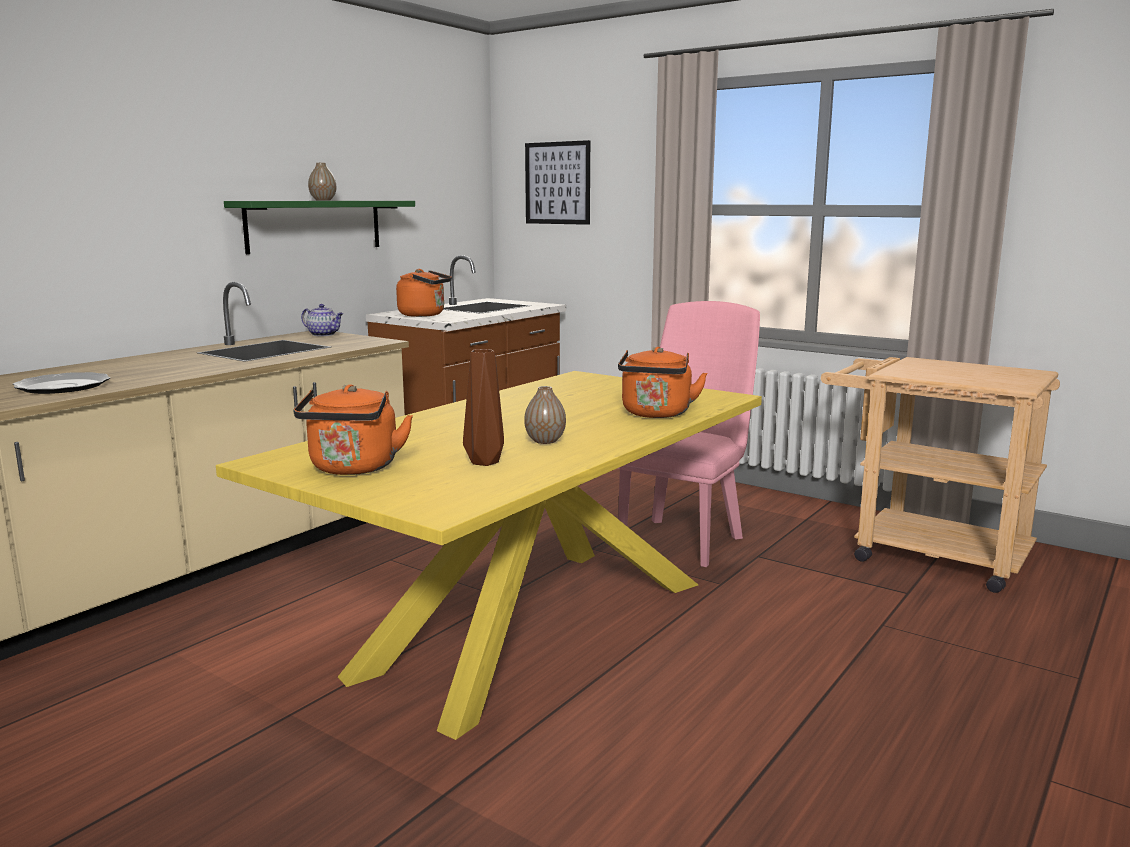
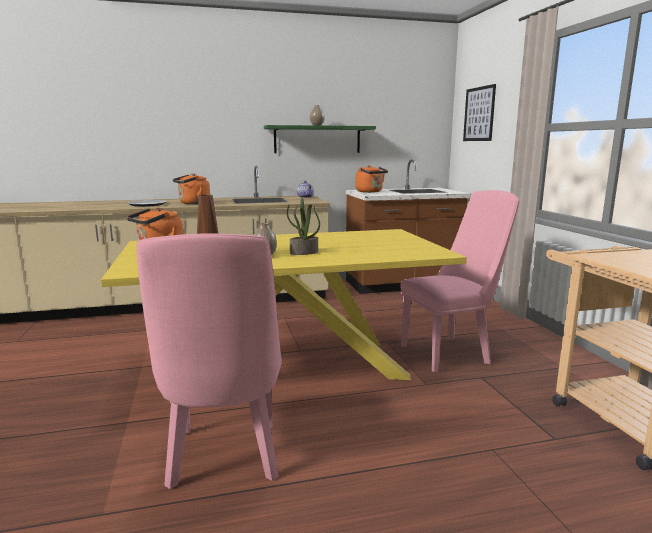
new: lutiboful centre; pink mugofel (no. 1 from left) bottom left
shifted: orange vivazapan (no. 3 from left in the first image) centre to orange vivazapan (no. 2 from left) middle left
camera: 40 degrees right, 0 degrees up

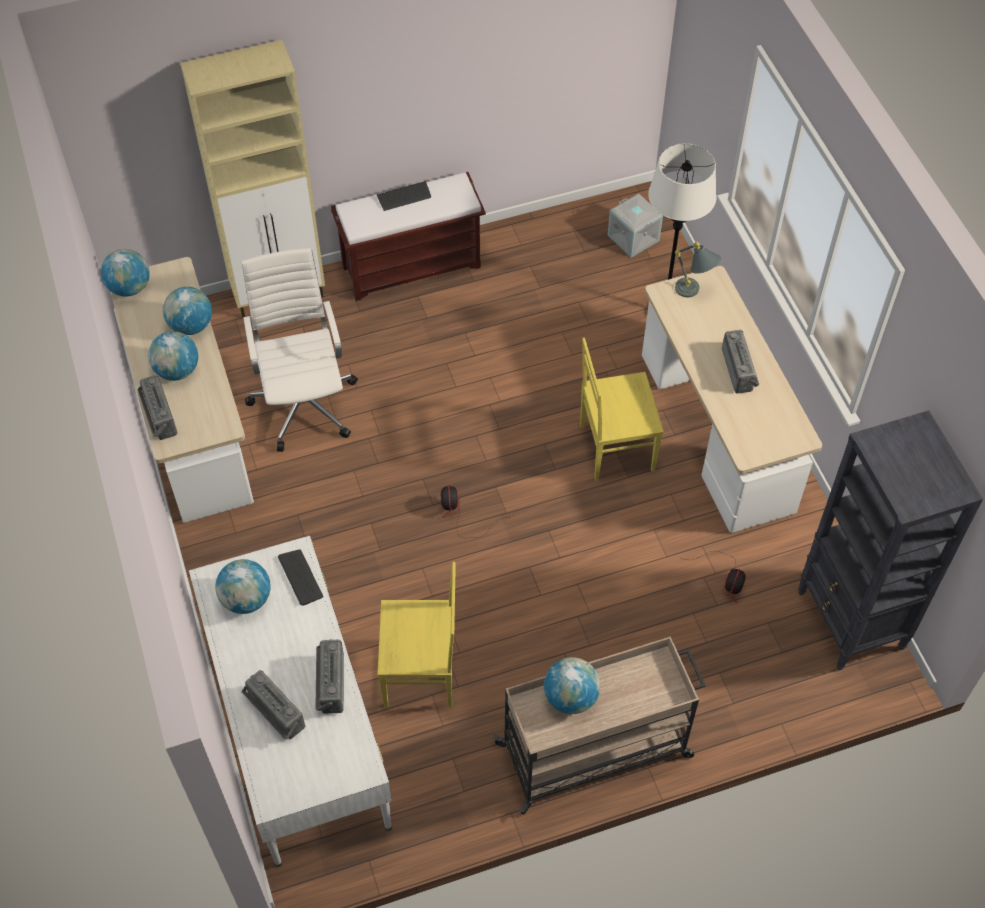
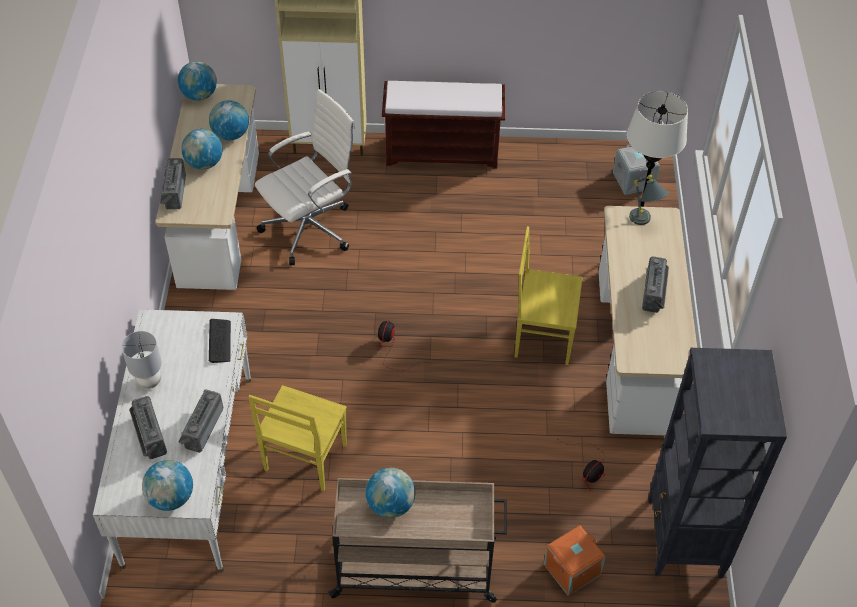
gone: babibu (no. 2 from left) top centre
new: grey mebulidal (no. 1 from left) middle left; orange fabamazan bottom right
shifted: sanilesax (no. 4 from left in the first image) middle left to sanilesax (no. 1 from left) bottom left
rotated: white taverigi middle left = top centre 45 degrees clockwise; yellow mugofel (no. 1 from left) bottom centre = bottom centre 90 degrees clockwise
camera: 20 degrees right, 5 degrees down

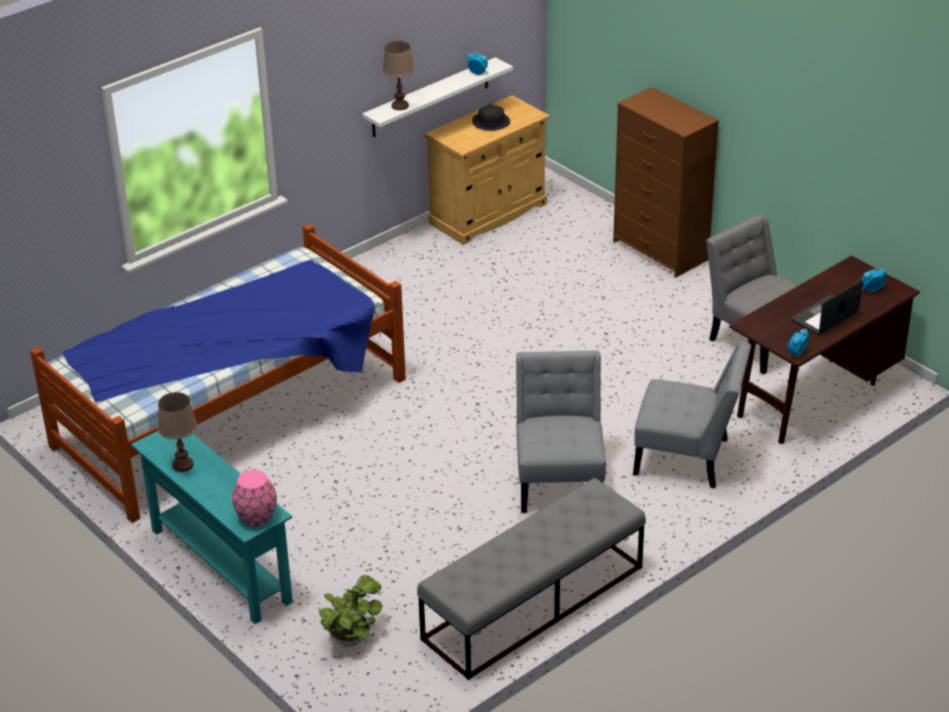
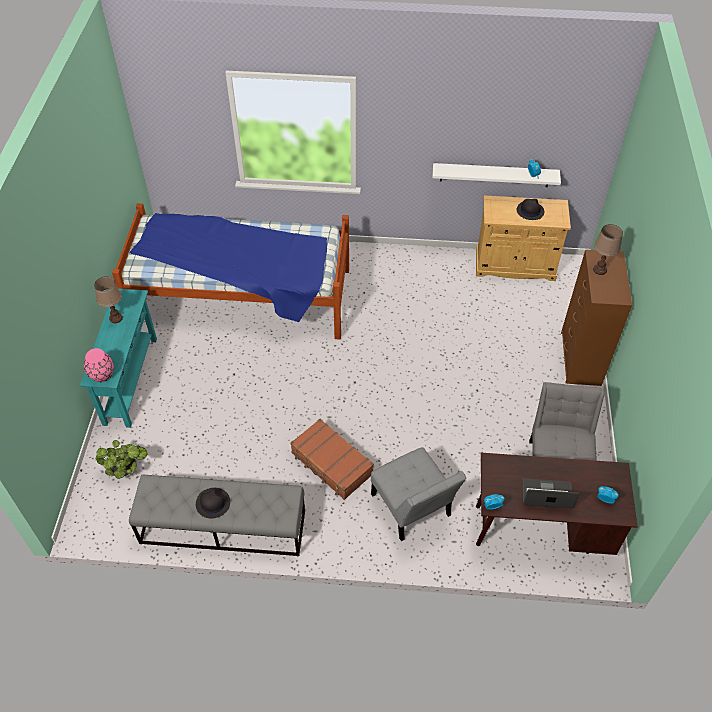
new: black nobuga (no. 1 from left) bottom left
shifted: brown mebulidal (no. 2 from left) top centre to middle right
swapped: grey mugofel (no. 1 from left) centre to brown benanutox centre
camera: 45 degrees right, 15 degrees up

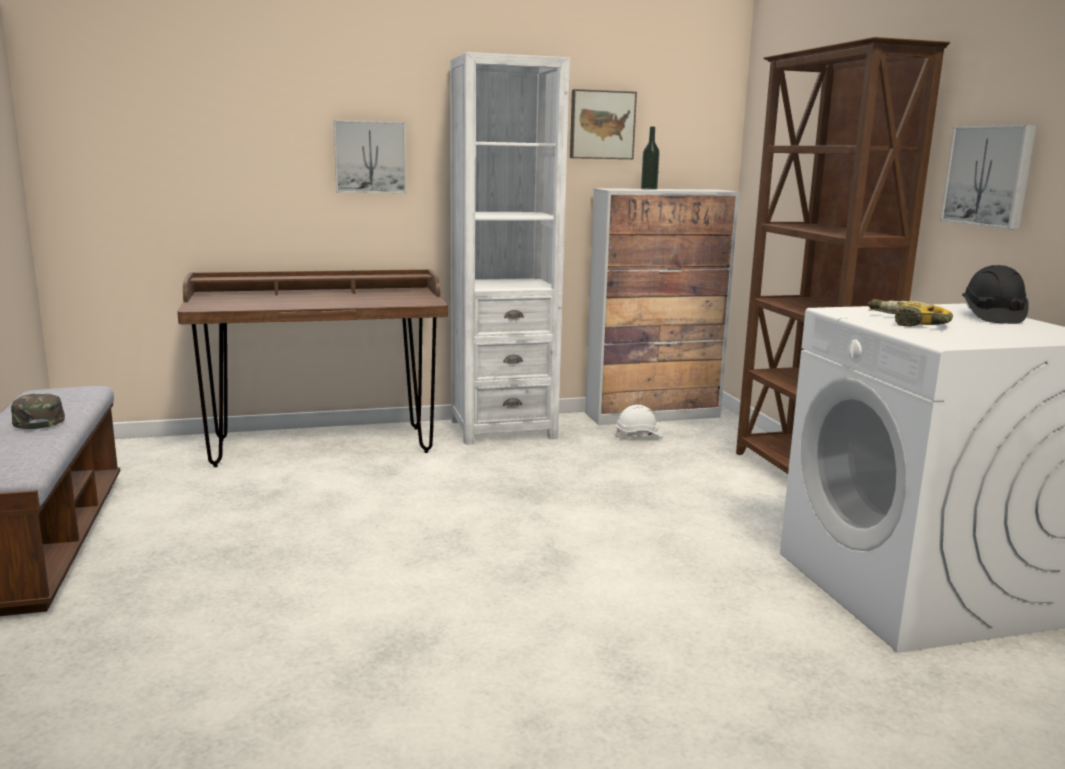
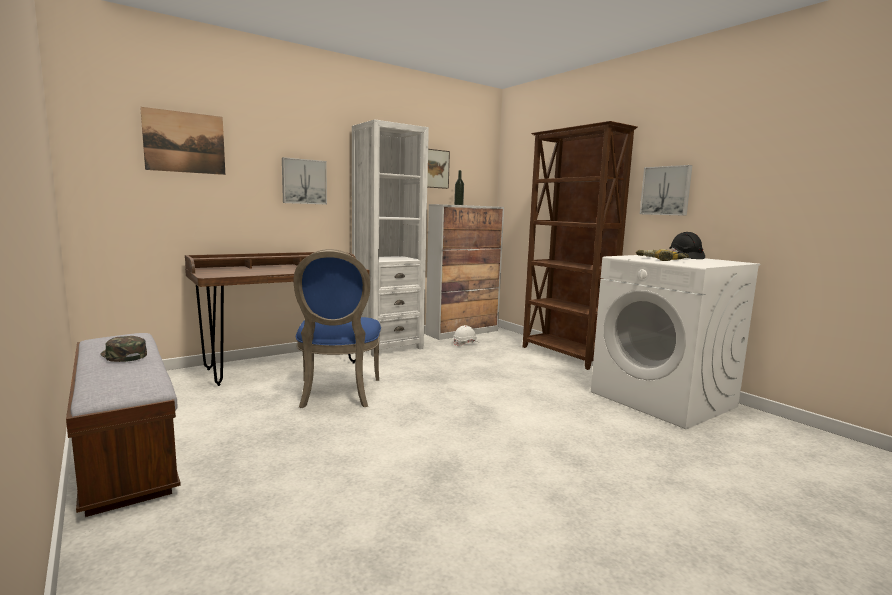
new: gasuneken (no. 1 from left) top left; blue mugofel centre
camera: 20 degrees left, 5 degrees down

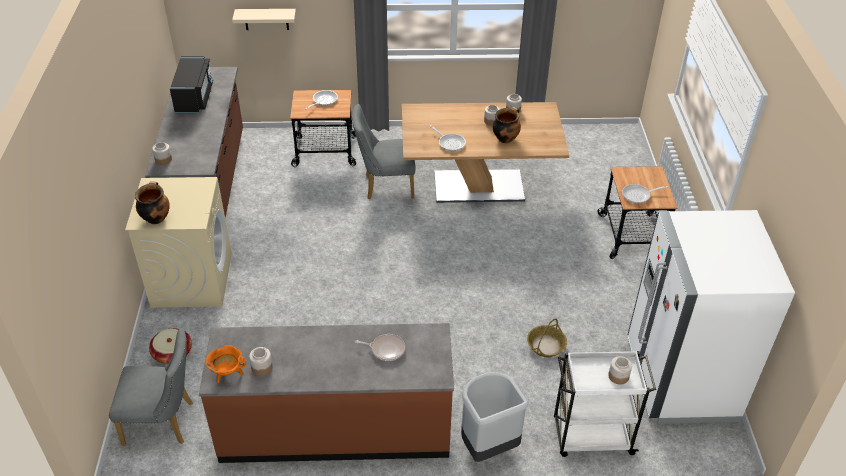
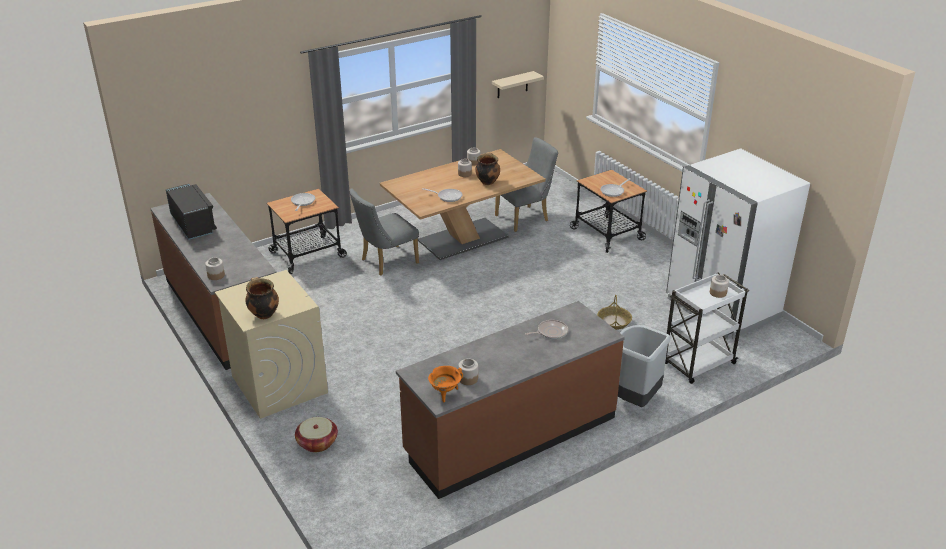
shifted: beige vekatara top left to top centre; grey mugofel (no. 1 from left in the first image) bottom left to grey mugofel (no. 2 from left) centre
camera: 30 degrees left, 10 degrees down

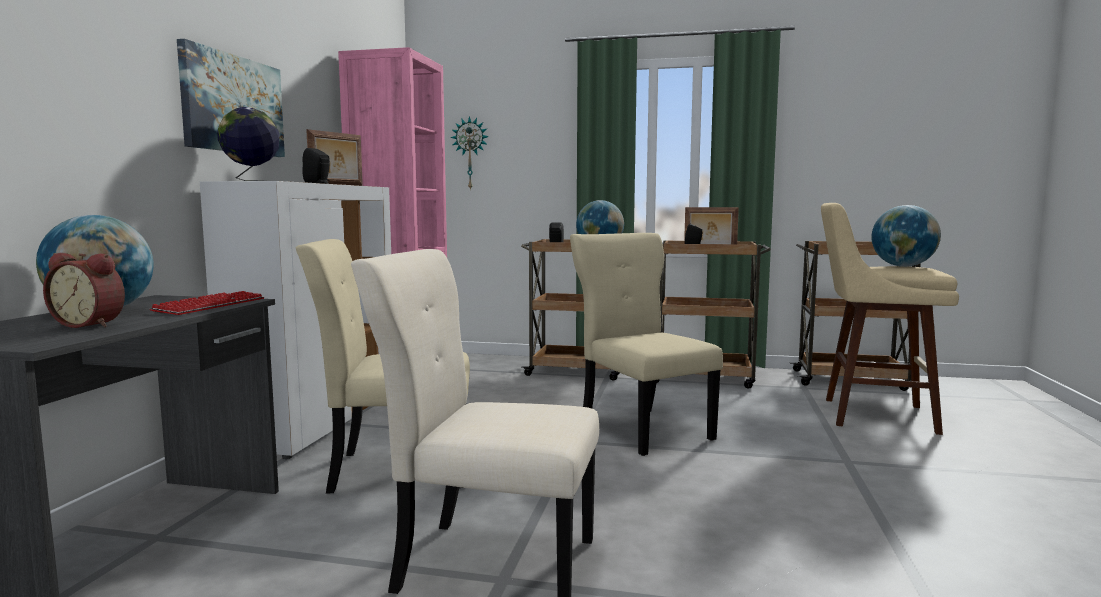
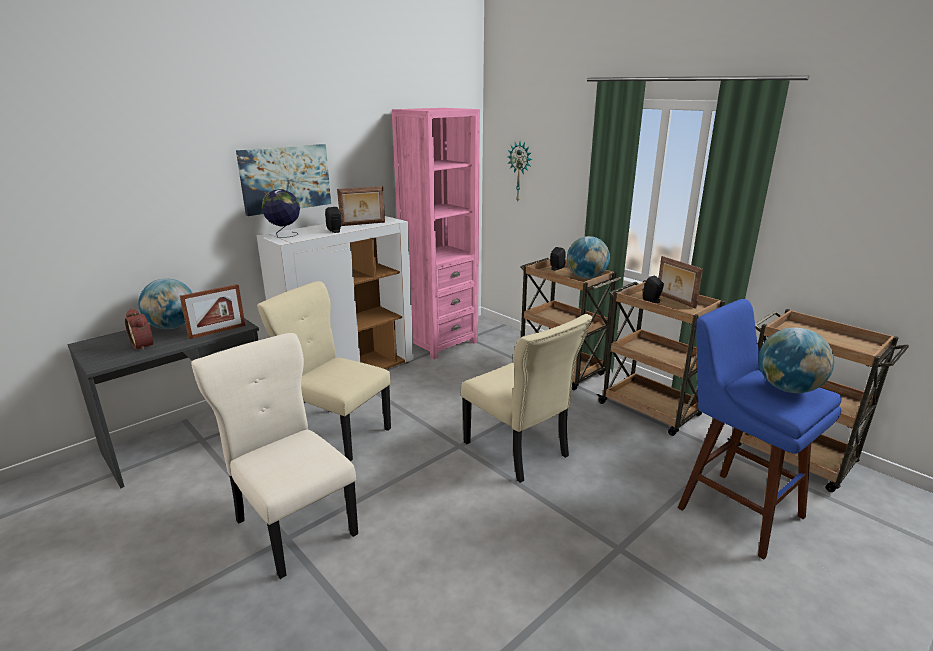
swapped: babibu middle left to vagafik (no. 1 from left) middle left
repainted: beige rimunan middle right to blue rimunan middle right
rotated: beige mugofel (no. 3 from left) centre = centre 135 degrees clockwise
camera: 35 degrees right, 15 degrees up

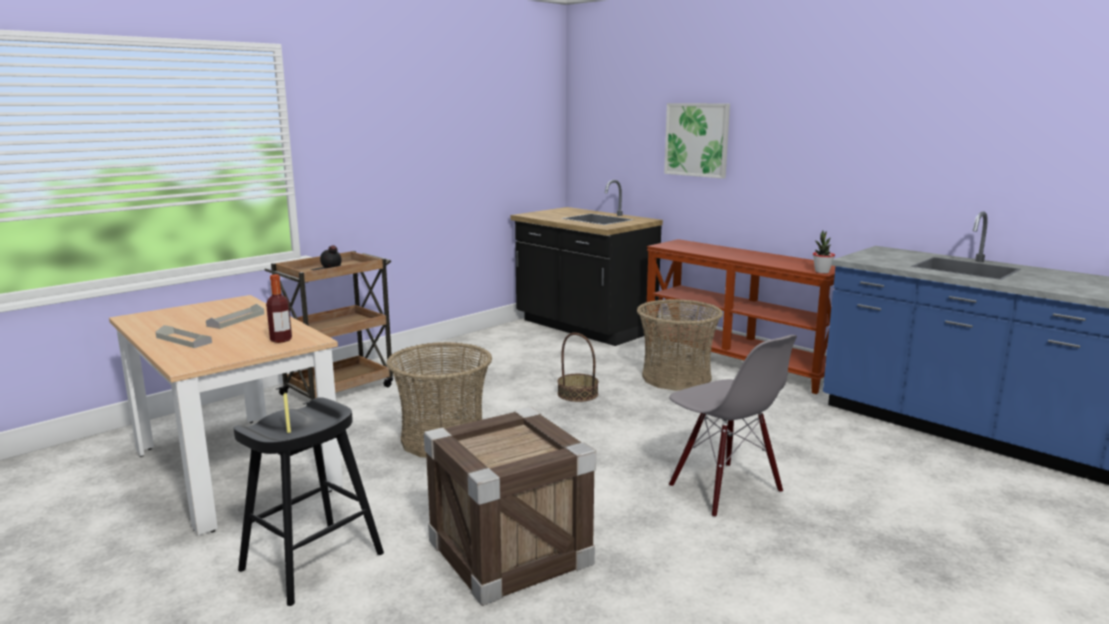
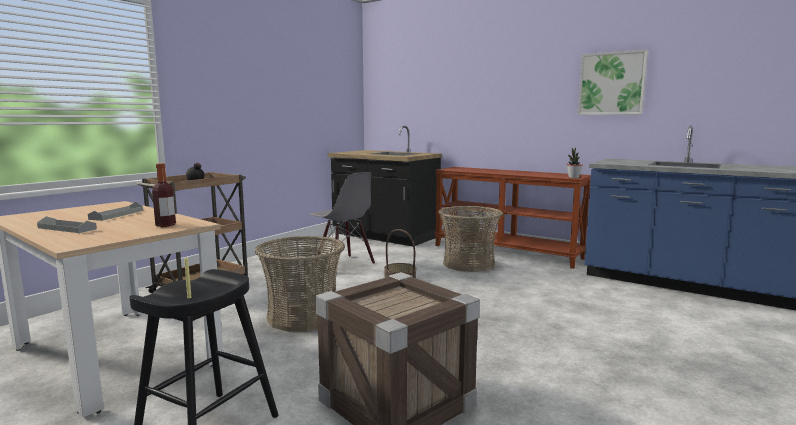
shifted: gasuneken top centre to top right; grey mugofel bottom centre to centre
camera: 10 degrees left, 5 degrees down

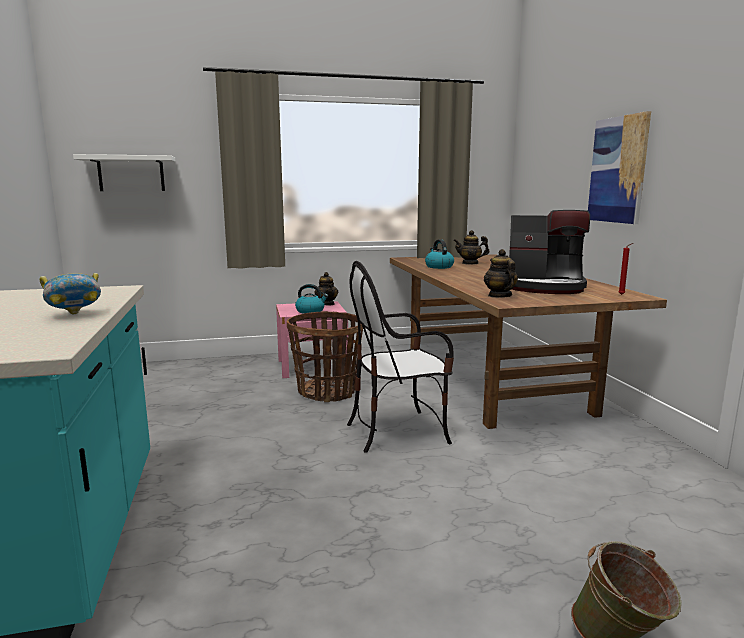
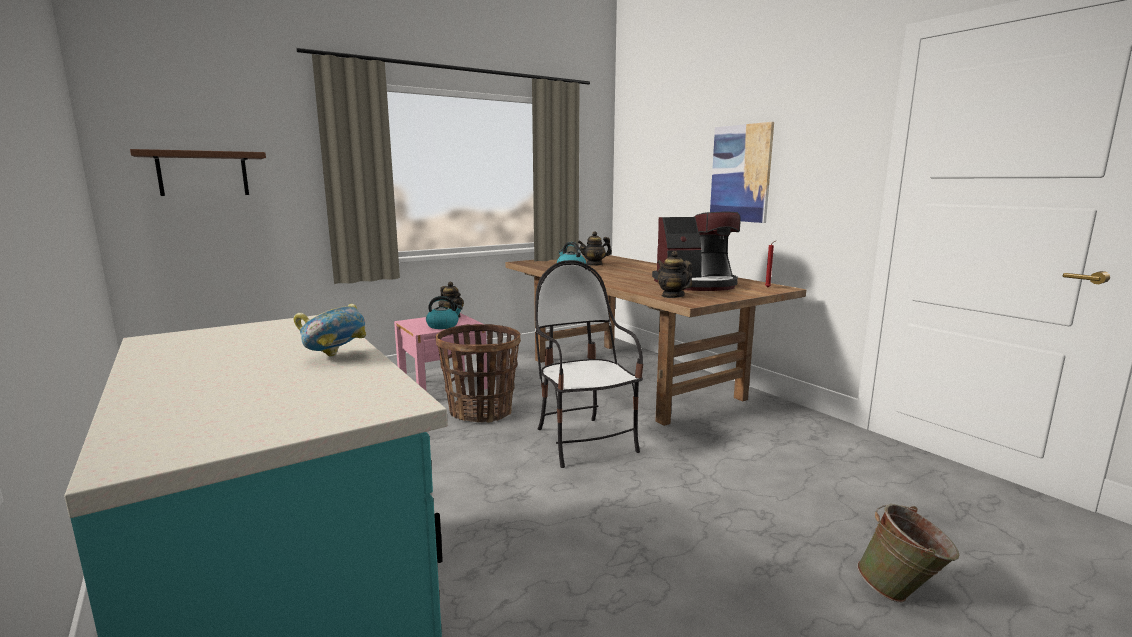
repainted: white vekatara top left to brown vekatara top left
rotated: mugofel centre = centre 105 degrees clockwise
camera: 20 degrees left, 0 degrees up

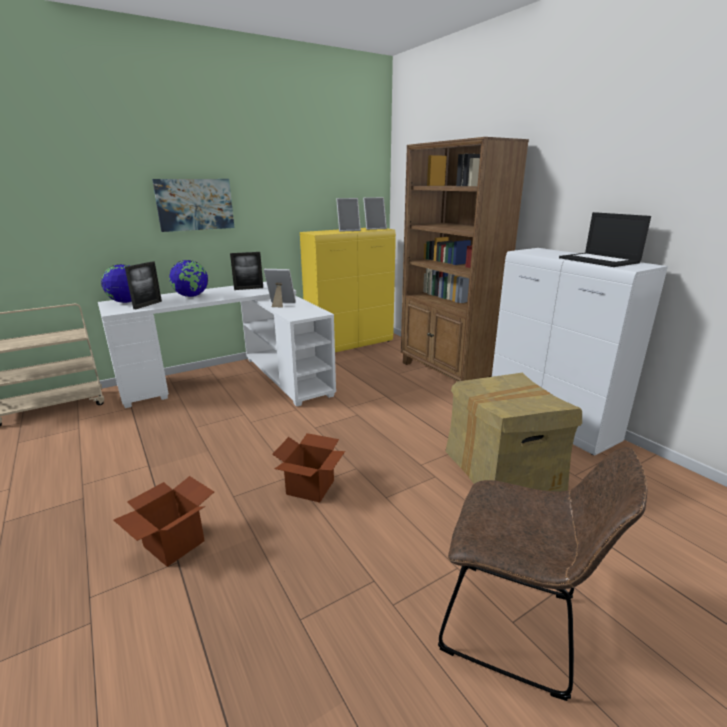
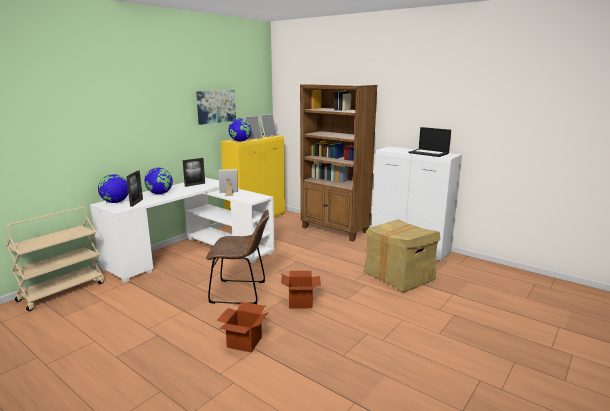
new: sanilesax (no. 3 from left) top centre
shifted: gasuneken top left to top centre; brown mugofel bottom right to centre
camera: 20 degrees left, 5 degrees down

